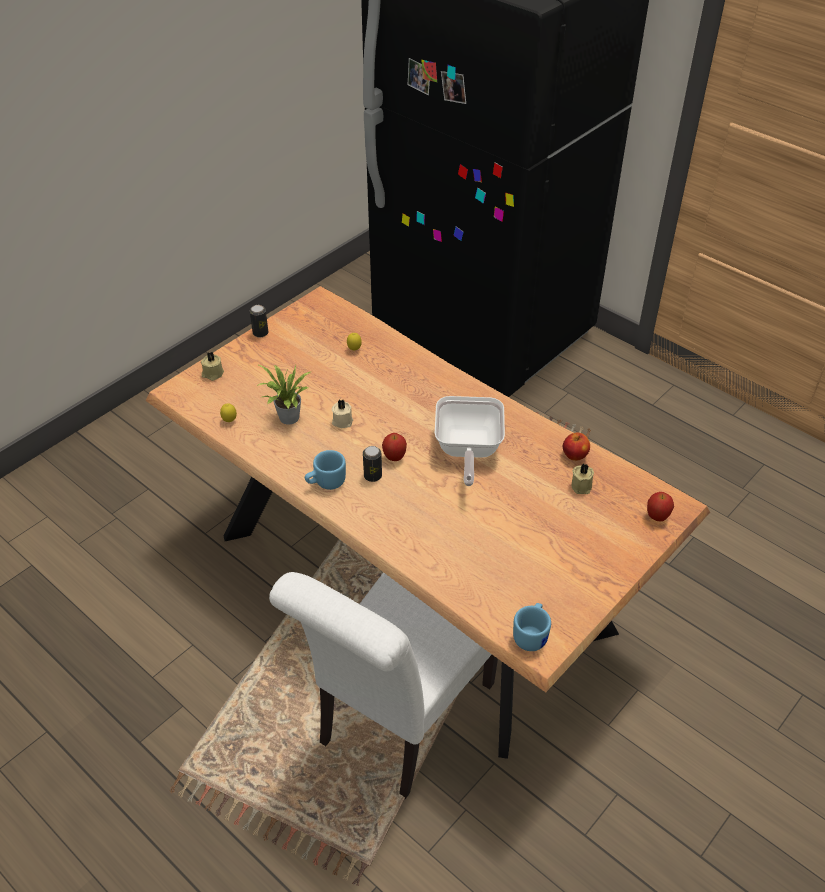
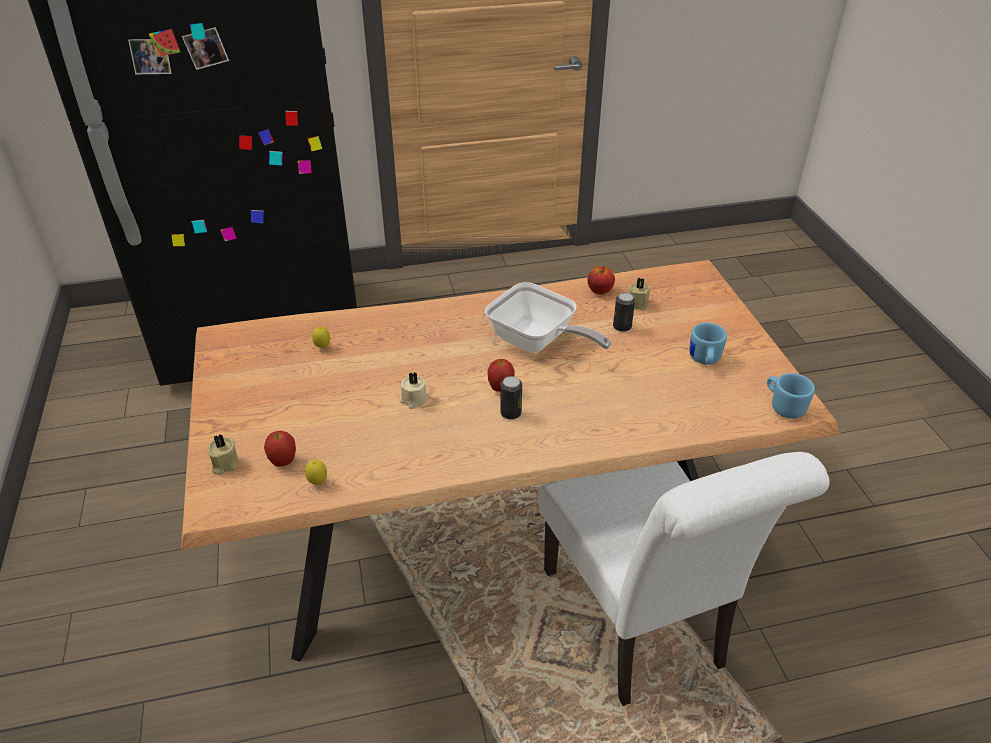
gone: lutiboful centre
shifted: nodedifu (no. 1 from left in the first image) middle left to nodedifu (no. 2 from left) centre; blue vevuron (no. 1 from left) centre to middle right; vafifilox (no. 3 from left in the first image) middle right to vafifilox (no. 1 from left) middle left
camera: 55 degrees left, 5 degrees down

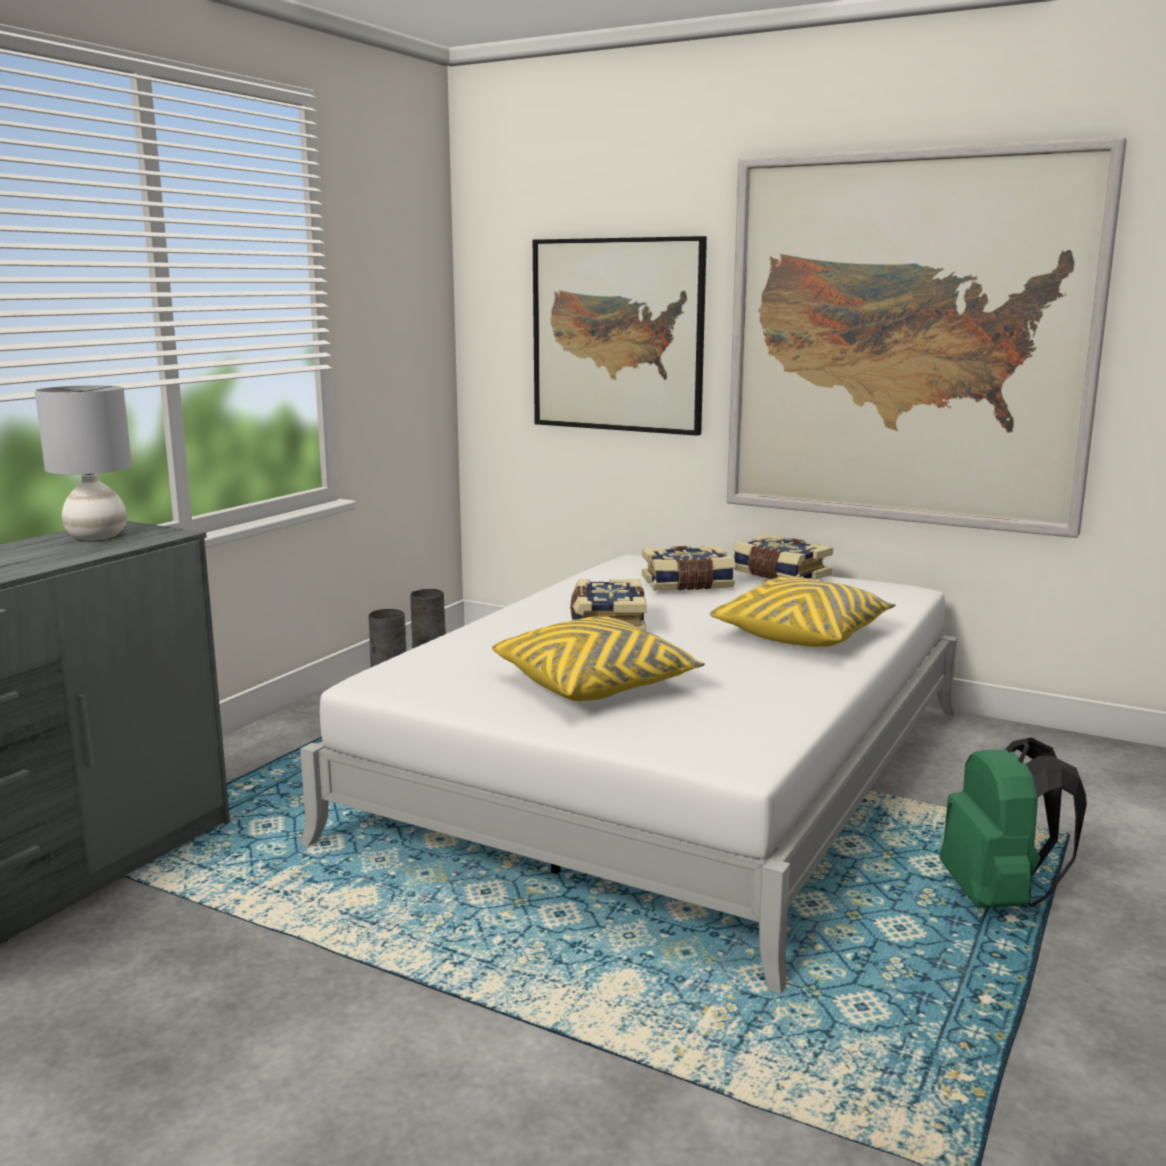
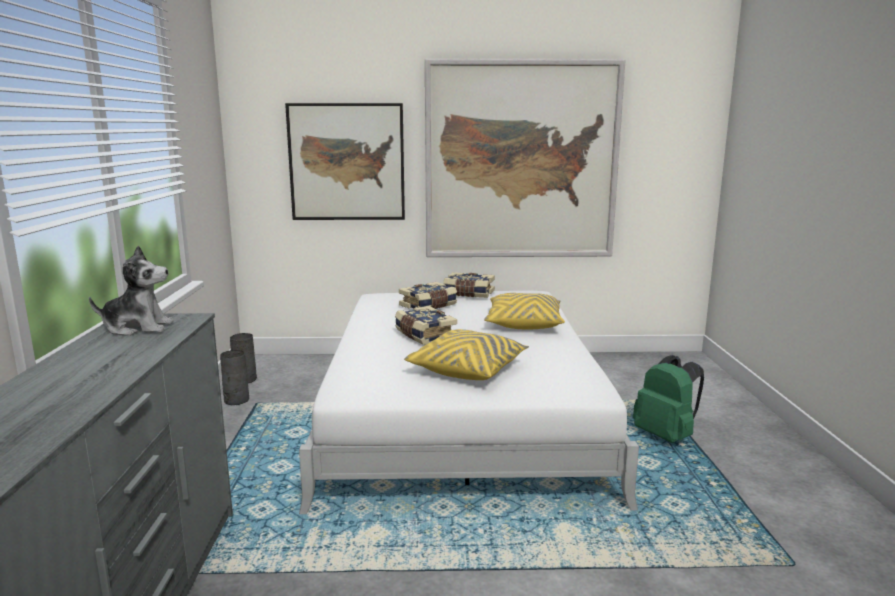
swapped: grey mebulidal middle left to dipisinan middle left
camera: 30 degrees left, 0 degrees up

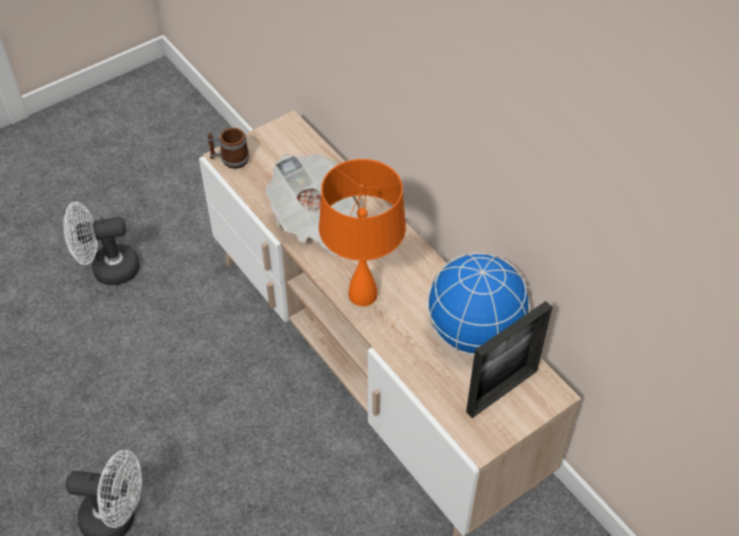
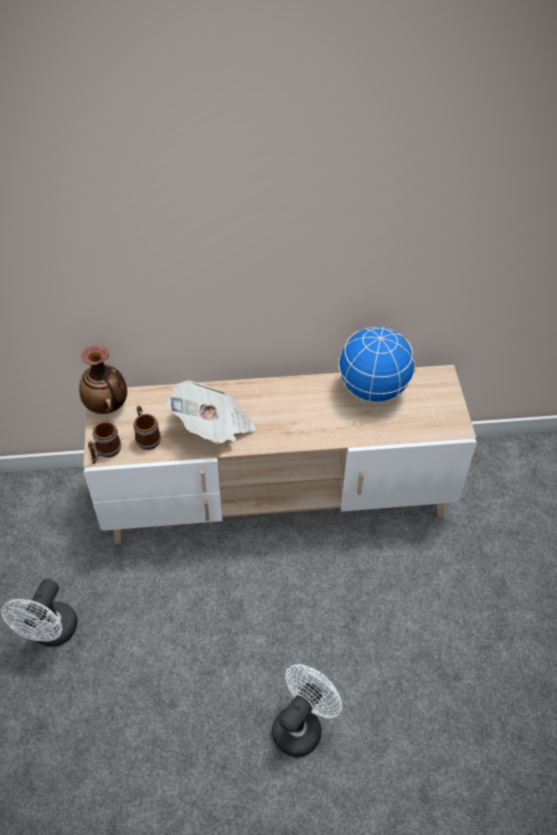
gone: orange mebulidal centre; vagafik bottom right
new: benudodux middle left; vevuron (no. 2 from left) middle left
camera: 60 degrees left, 0 degrees up

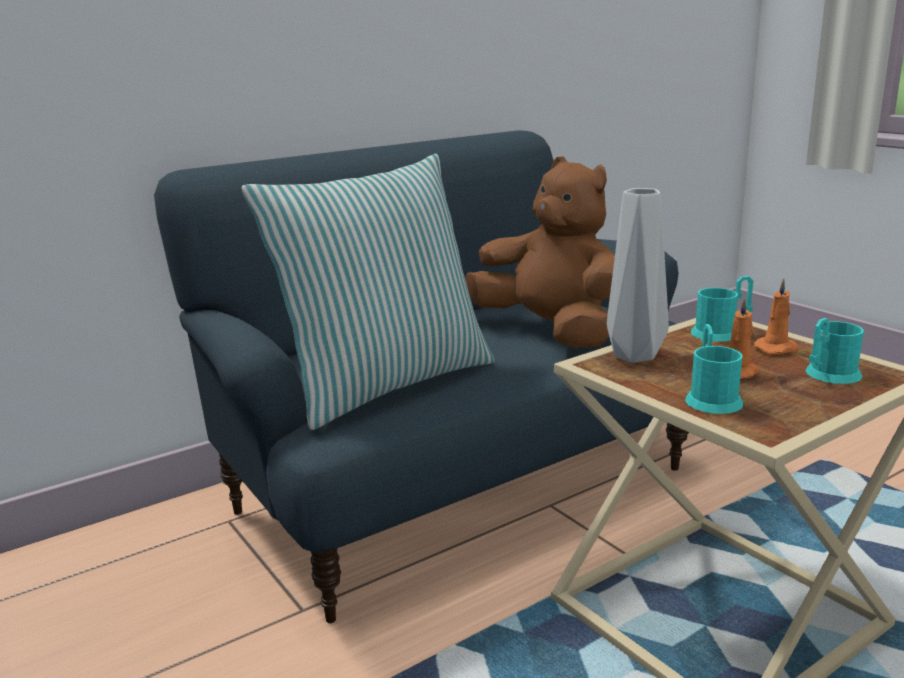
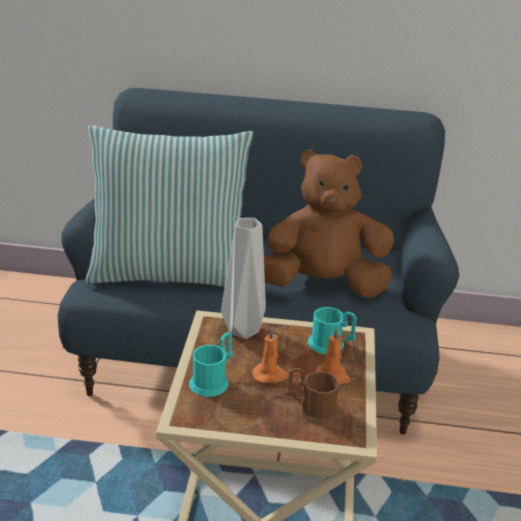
repainted: turquoise vevuron (no. 3 from left) middle right to brown vevuron bottom centre
rotated: brown dipisinan centre = centre 90 degrees counterclockwise
camera: 40 degrees right, 10 degrees up

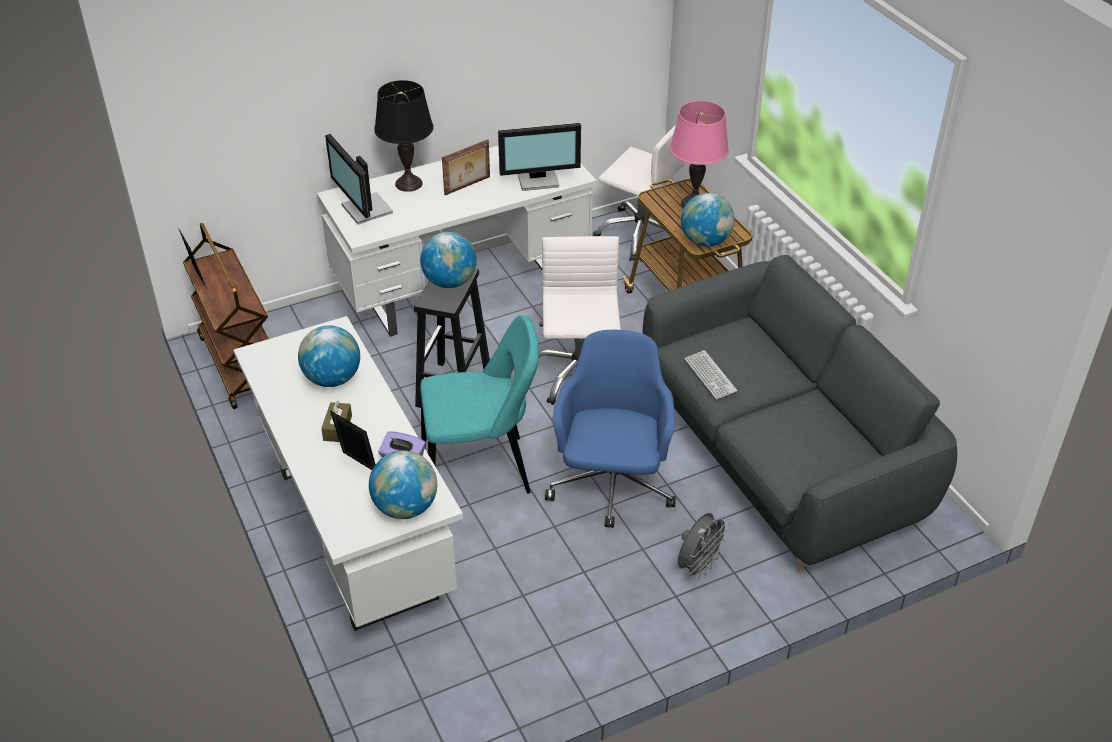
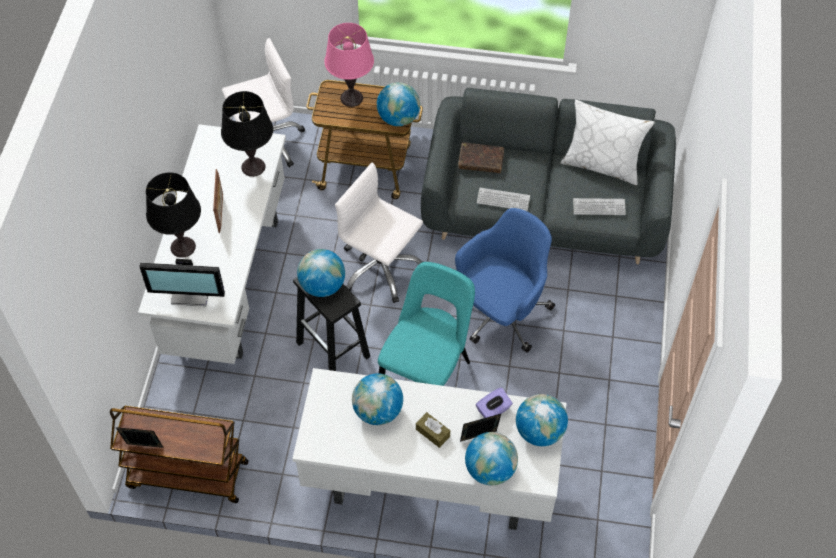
gone: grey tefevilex bottom centre
new: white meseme top right; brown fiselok top centre; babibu (no. 2 from left) middle right; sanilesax (no. 4 from left) bottom centre
swapped: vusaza (no. 2 from left) top centre to black mebulidal (no. 2 from left) top left
rotated: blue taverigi centre = centre 90 degrees clockwise
camera: 55 degrees left, 15 degrees up

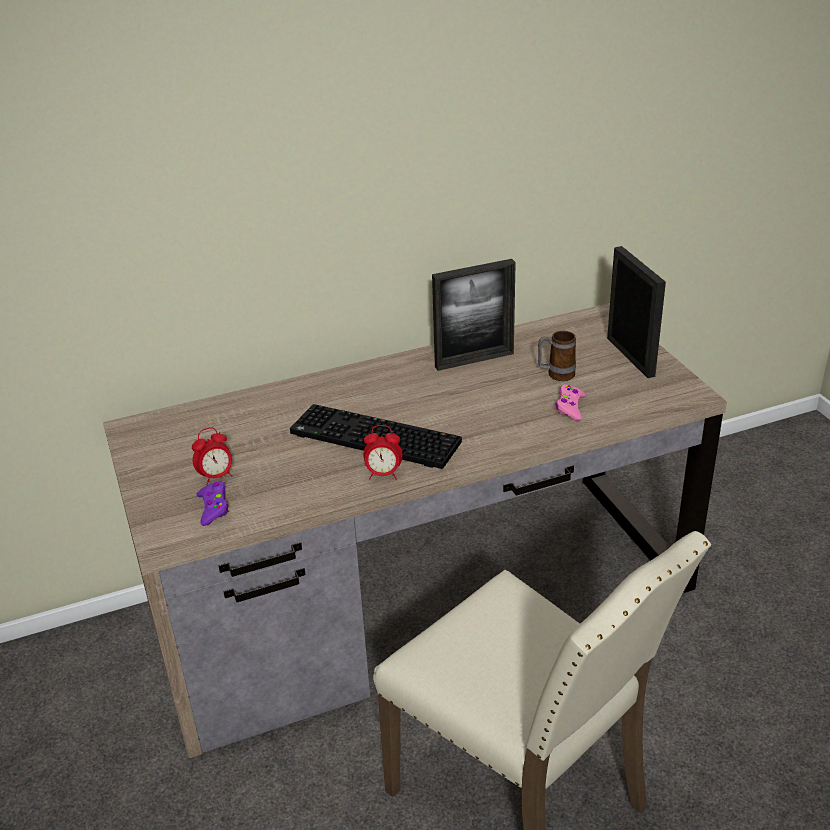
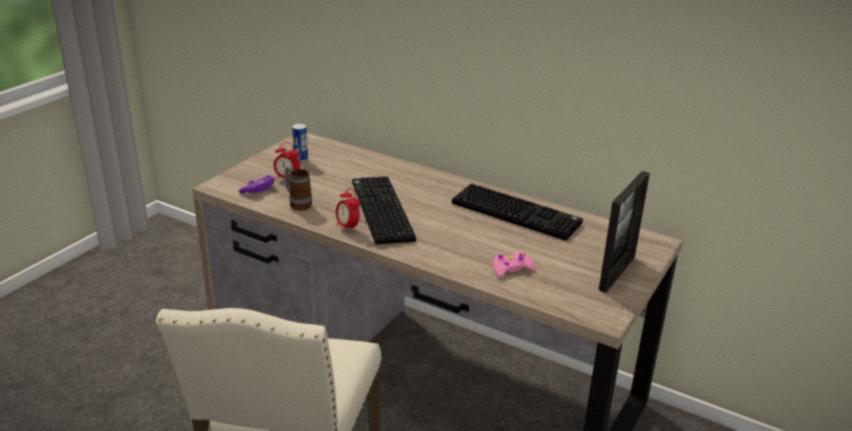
new: nodedifu top centre
shifted: vevuron middle right to centre
swapped: vagafik (no. 1 from left) centre to babibu (no. 2 from left) centre
camera: 50 degrees right, 5 degrees down

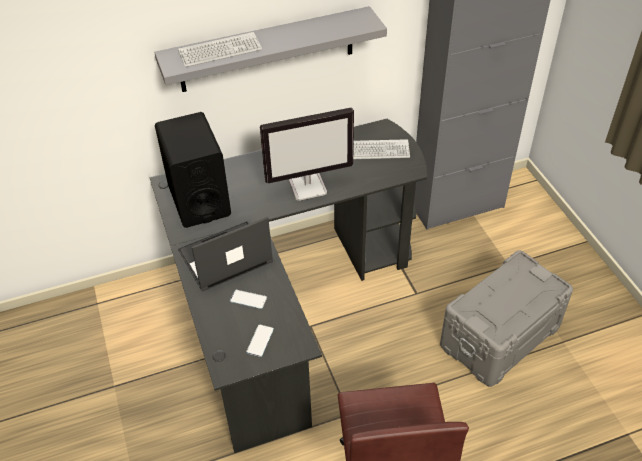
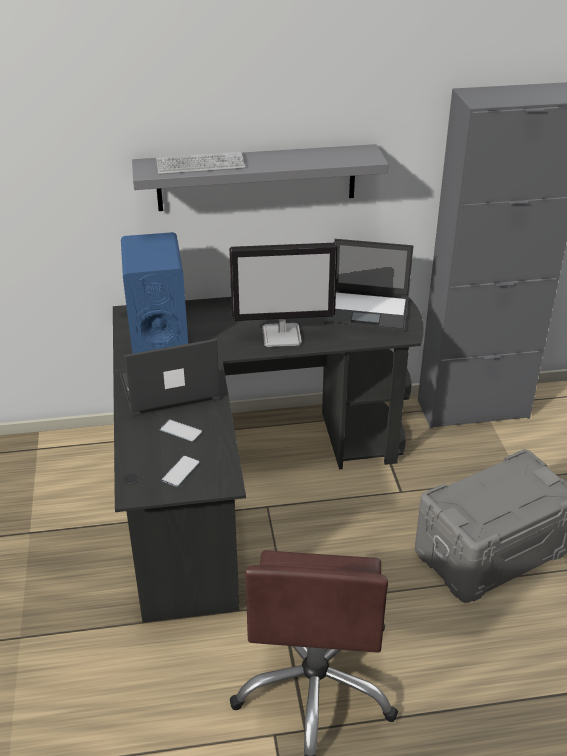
swapped: babibu (no. 2 from left) top centre to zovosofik (no. 2 from left) centre
repainted: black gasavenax middle left to blue gasavenax middle left
camera: 10 degrees right, 10 degrees down

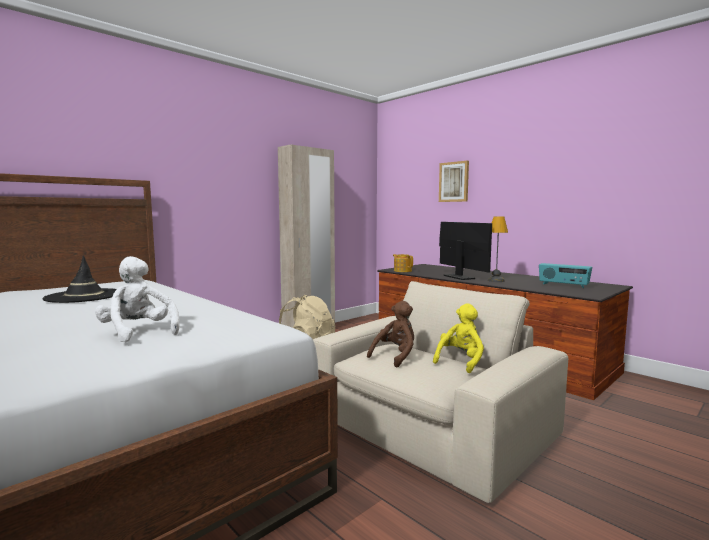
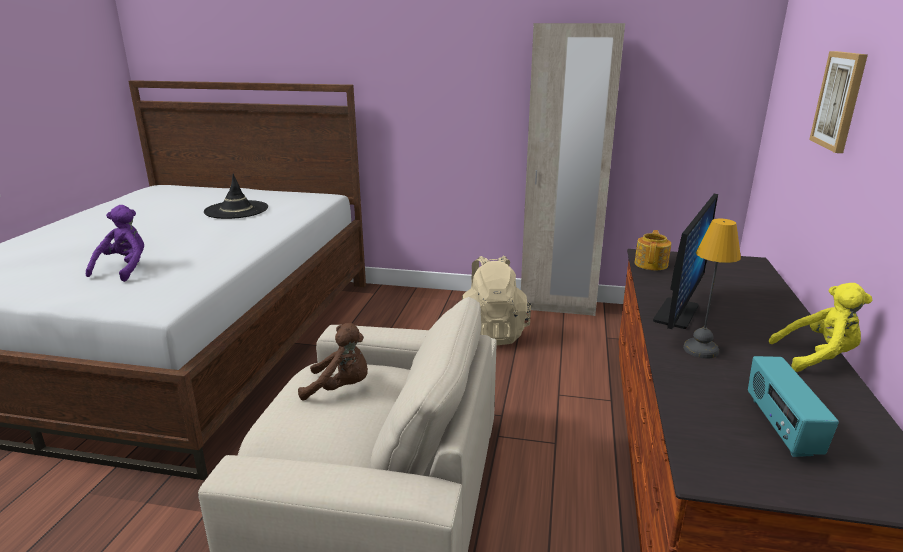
shifted: yellow dipisinan centre to middle right
repainted: white dipisinan middle left to purple dipisinan middle left
camera: 55 degrees right, 15 degrees up

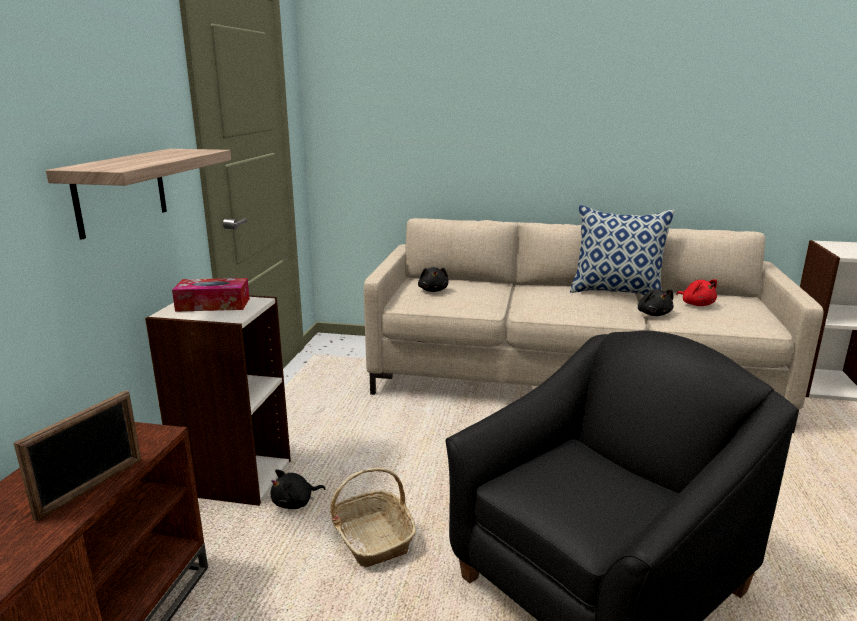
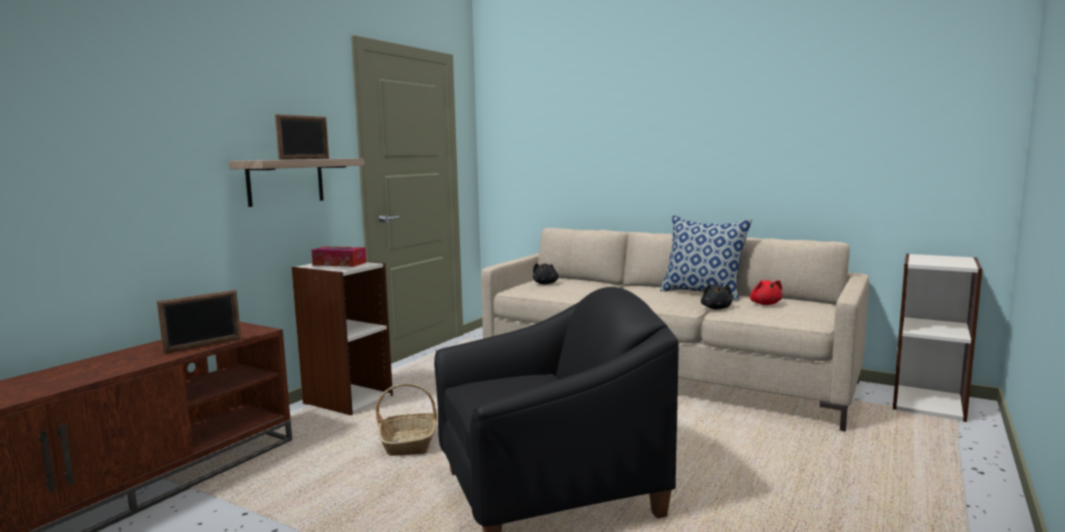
gone: black dipisinan (no. 1 from left) bottom centre
new: vagafik (no. 2 from left) top left
camera: 20 degrees right, 10 degrees down

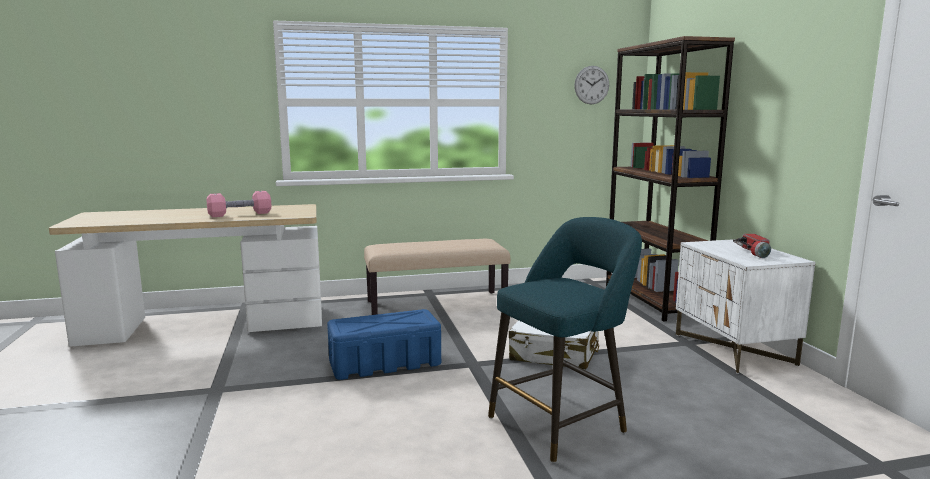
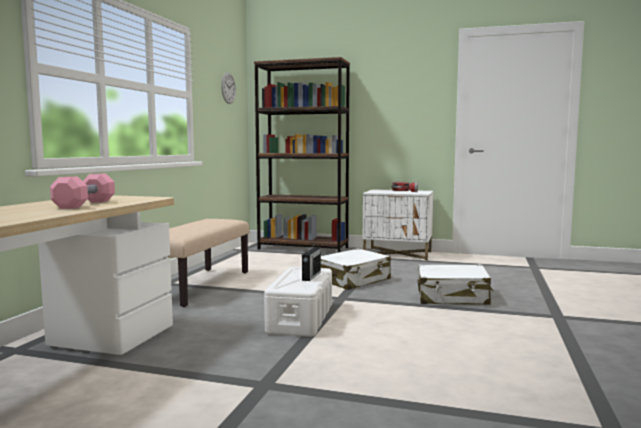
new: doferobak centre
swapped: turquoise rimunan bottom centre to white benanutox (no. 2 from left) middle right
repainted: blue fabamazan bottom centre to white fabamazan bottom centre
camera: 60 degrees left, 5 degrees down

